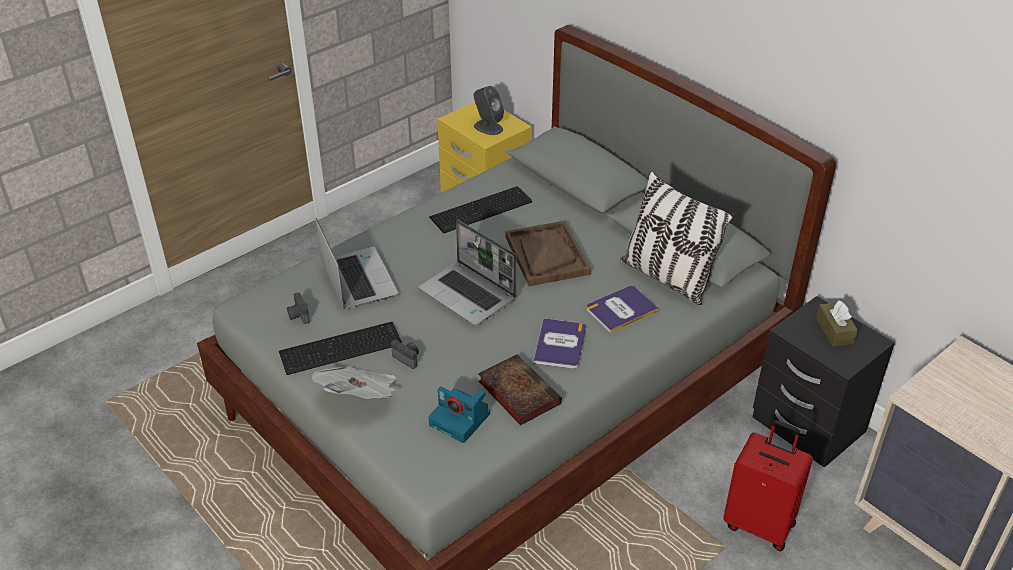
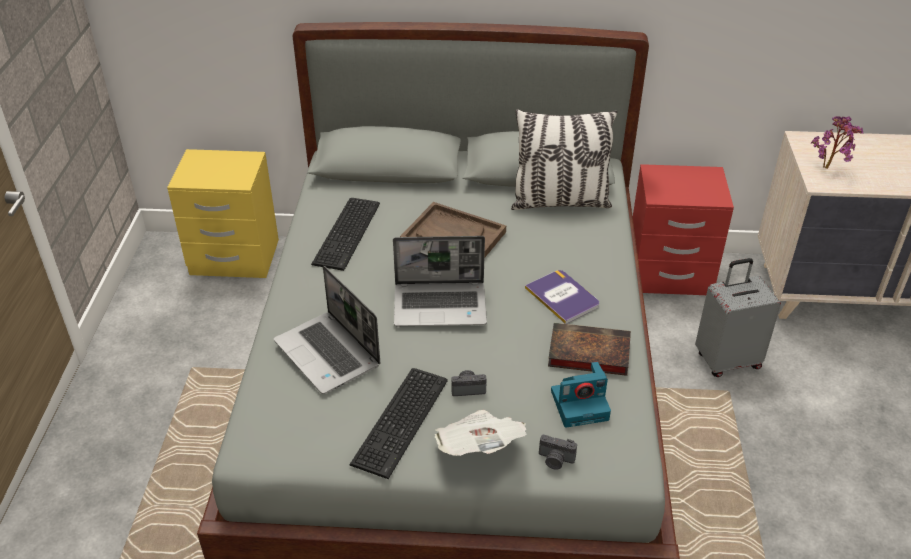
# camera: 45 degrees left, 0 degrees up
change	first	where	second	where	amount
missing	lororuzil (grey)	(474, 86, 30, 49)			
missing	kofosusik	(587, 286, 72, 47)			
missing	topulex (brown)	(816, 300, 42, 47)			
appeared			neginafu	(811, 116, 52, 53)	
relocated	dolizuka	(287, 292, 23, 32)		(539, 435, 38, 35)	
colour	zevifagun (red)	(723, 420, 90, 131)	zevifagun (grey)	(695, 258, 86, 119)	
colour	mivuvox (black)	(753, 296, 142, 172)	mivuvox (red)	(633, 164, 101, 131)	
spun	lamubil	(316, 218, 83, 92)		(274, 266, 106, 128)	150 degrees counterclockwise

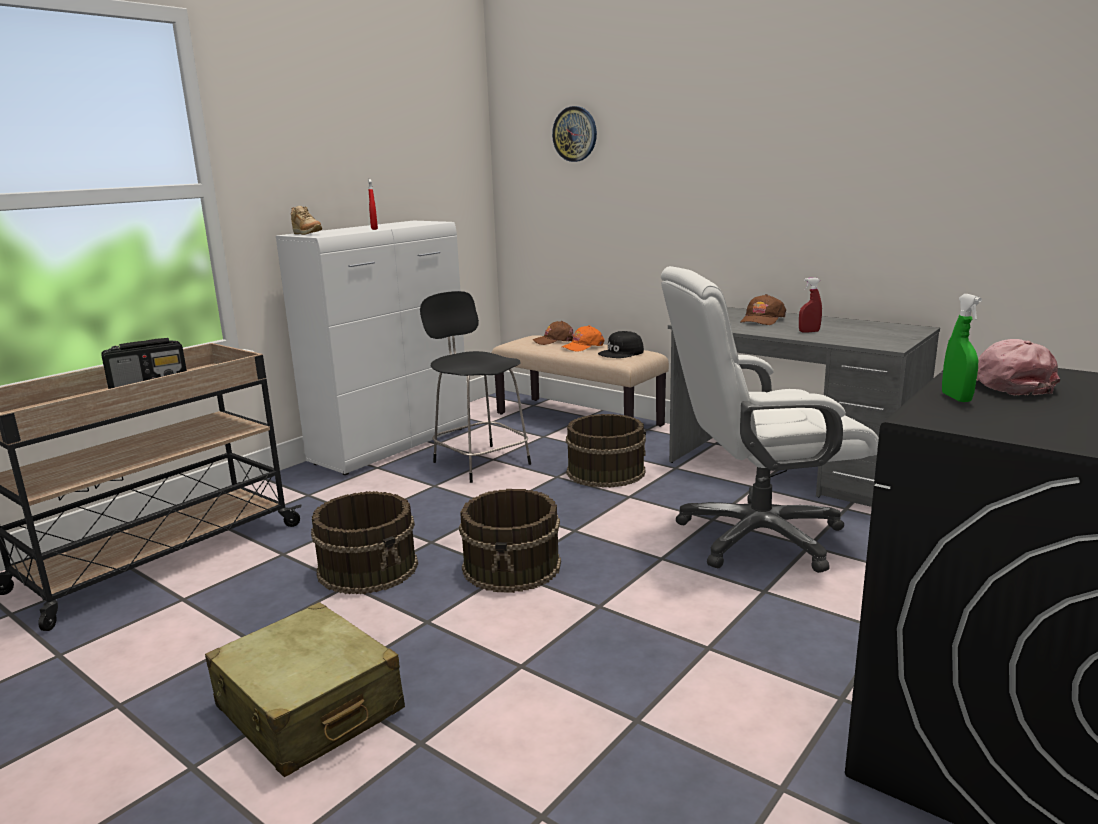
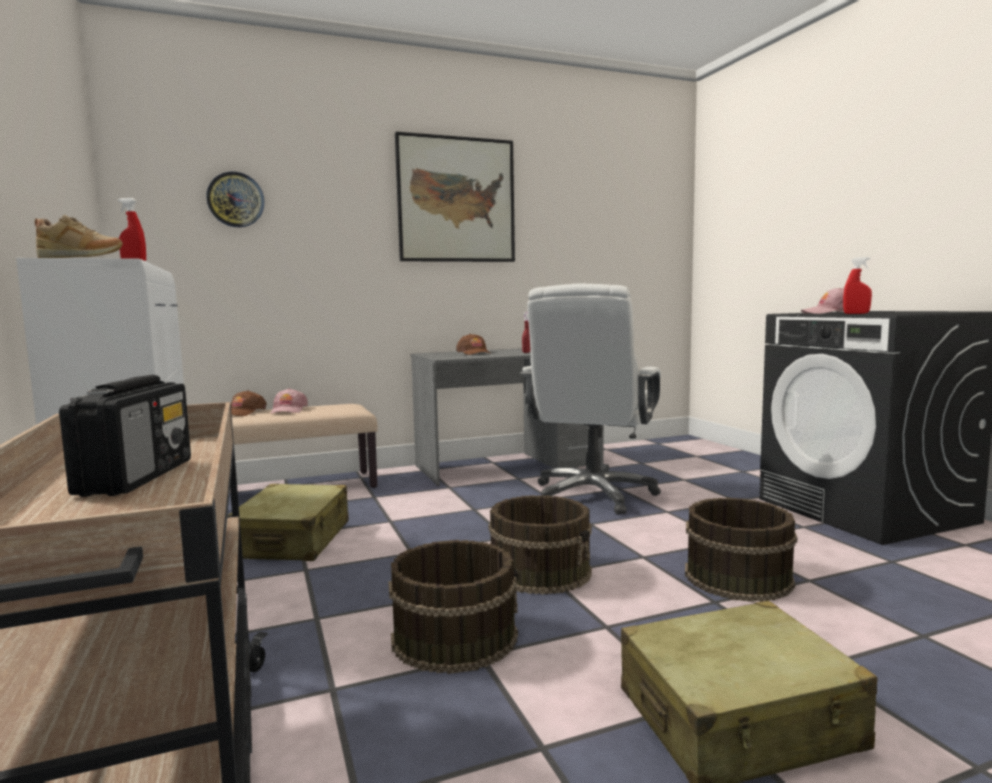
# camera: 60 degrees left, 10 degrees down
change	first	where	second	where	amount
missing	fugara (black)	(598, 331, 46, 27)			
appeared			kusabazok	(395, 132, 120, 130)	
relocated	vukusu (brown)	(566, 414, 80, 74)		(685, 498, 112, 104)	
exchanged	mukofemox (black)	(420, 291, 111, 192)	zevifagun (beige)	(227, 484, 122, 77)	
colour	fugara (orange)	(562, 325, 43, 27)	fugara (pink)	(271, 388, 37, 26)	
colour	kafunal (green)	(942, 294, 40, 108)	kafunal (red)	(843, 257, 29, 57)	

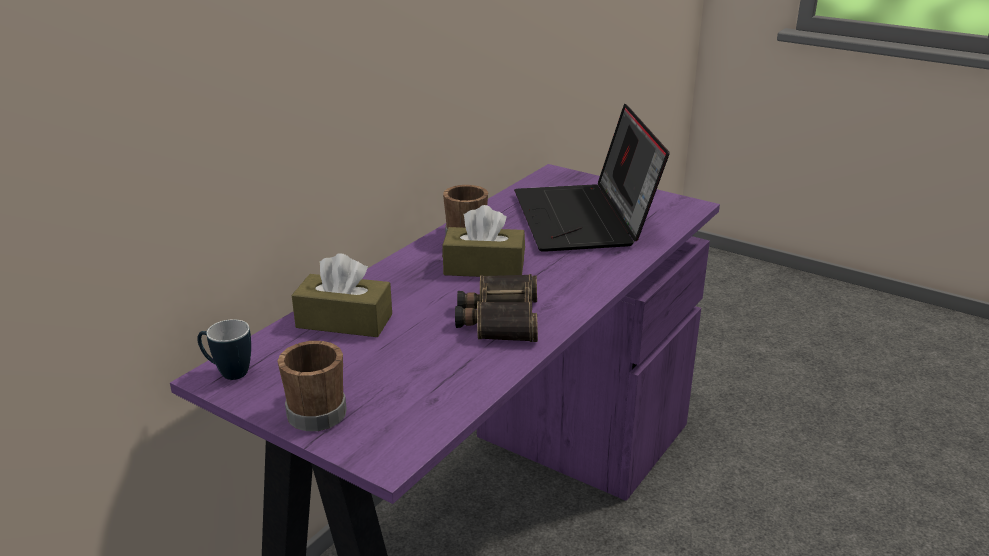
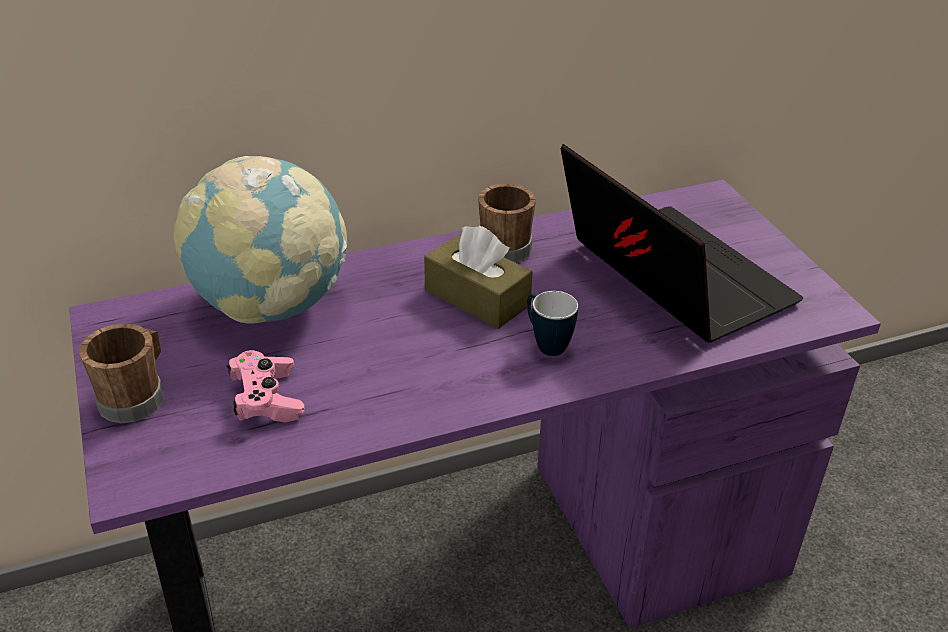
# camera: 35 degrees right, 10 degrees up
change	first	where	second	where	amount
missing	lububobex	(455, 274, 83, 68)			
appeared			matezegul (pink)	(226, 350, 79, 72)	
relocated	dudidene	(197, 319, 54, 61)		(527, 291, 51, 65)	
exchanged	topulex (brown)	(292, 253, 100, 84)	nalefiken	(173, 156, 174, 168)	
spun	lamubil	(514, 104, 156, 148)		(561, 144, 242, 199)	120 degrees clockwise

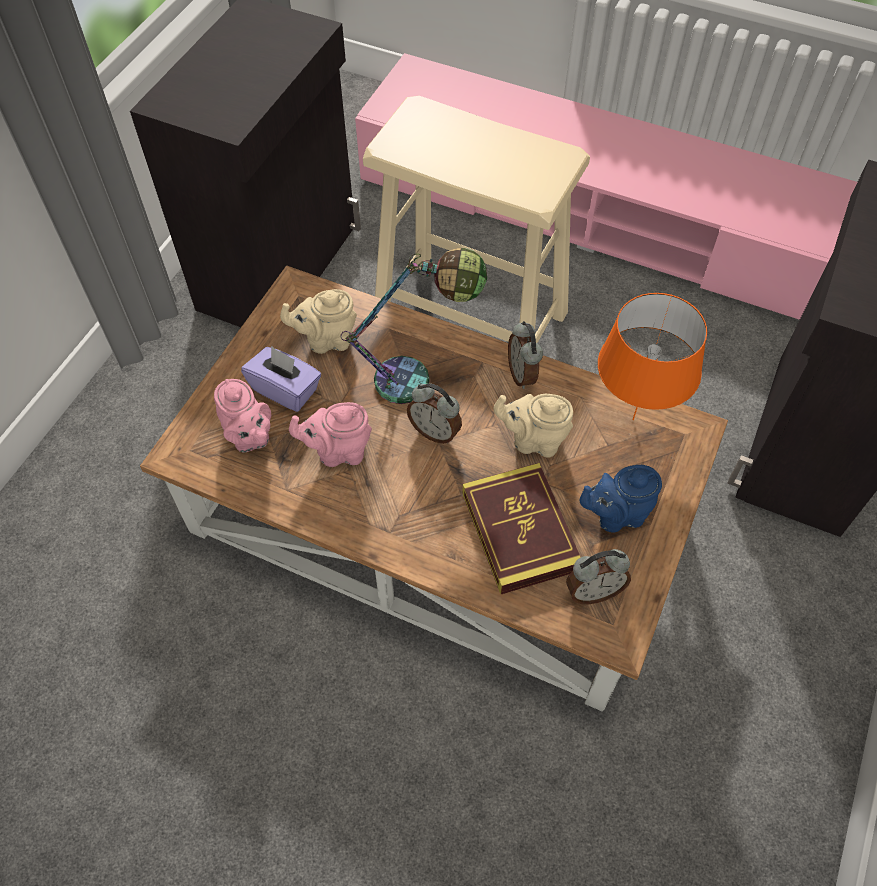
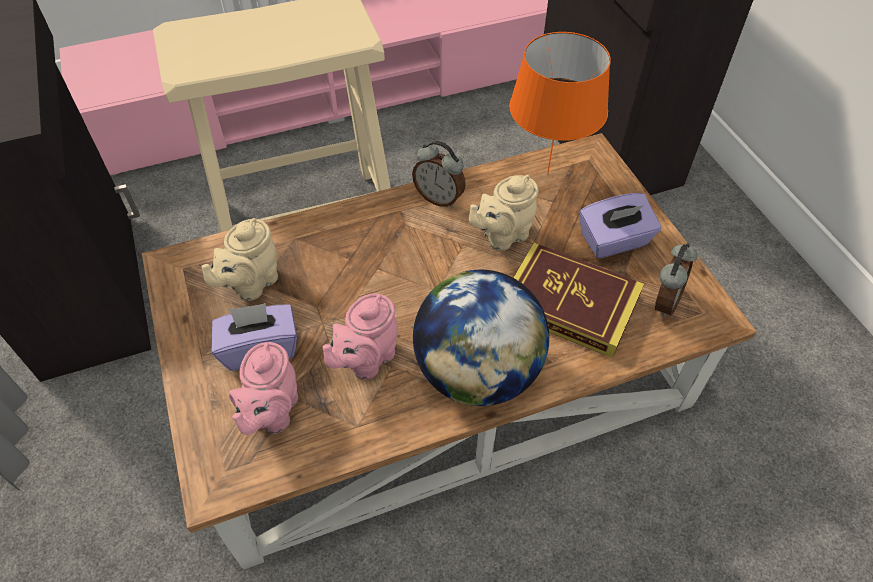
# camera: 45 degrees left, 5 degrees down
change	first	where	second	where	amount
missing	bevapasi	(341, 248, 146, 156)			
missing	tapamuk	(407, 383, 55, 61)			
appeared			nalefiken	(413, 270, 136, 136)	
exchanged	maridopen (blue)	(580, 465, 82, 68)	topulex (purple)	(579, 193, 82, 65)	
spun	maridopen (pink)	(214, 379, 57, 74)		(229, 342, 69, 93)	90 degrees clockwise

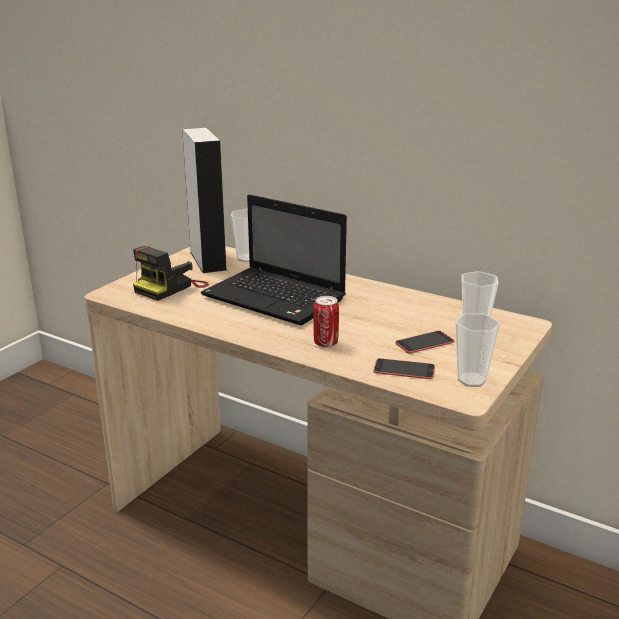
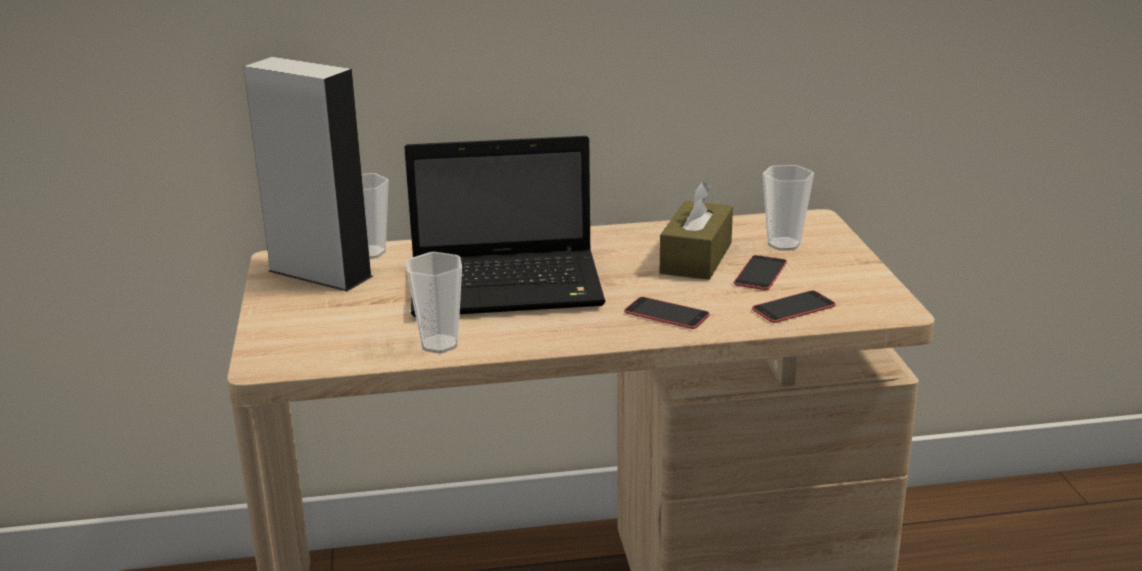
# camera: 40 degrees left, 0 degrees up
change	first	where	second	where	amount
missing	dolizuka	(133, 246, 76, 55)			
appeared			topulex (brown)	(660, 181, 73, 99)	
relocated	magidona	(455, 313, 45, 74)		(406, 252, 56, 101)	
exchanged	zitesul	(313, 296, 26, 52)	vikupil	(624, 297, 86, 32)	

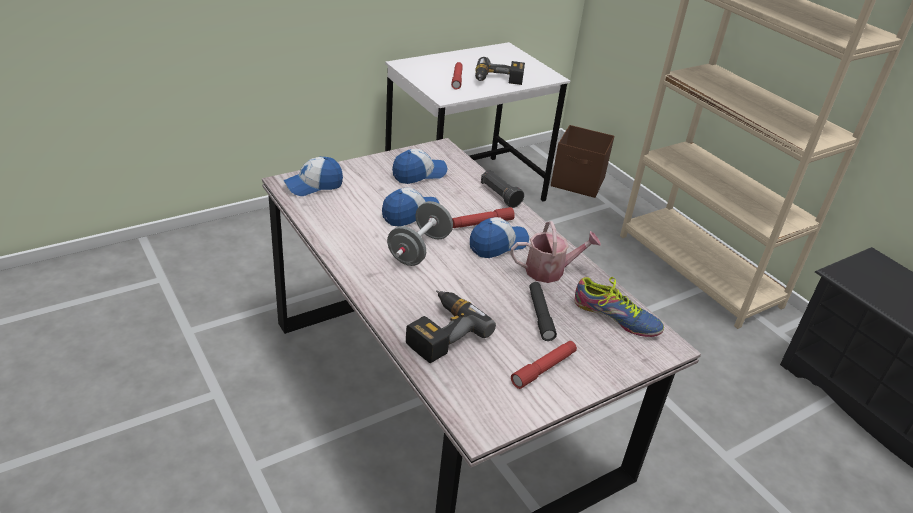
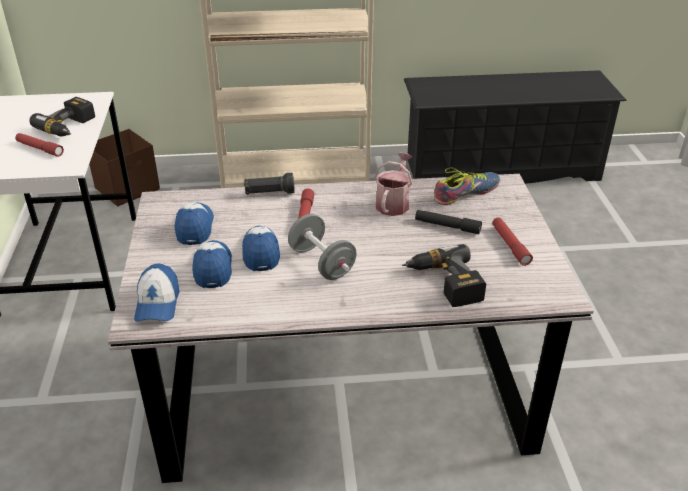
# camera: 60 degrees left, 0 degrees up
change	first	where	second	where	amount
relocated	fugara	(470, 217, 59, 41)		(192, 240, 40, 48)	

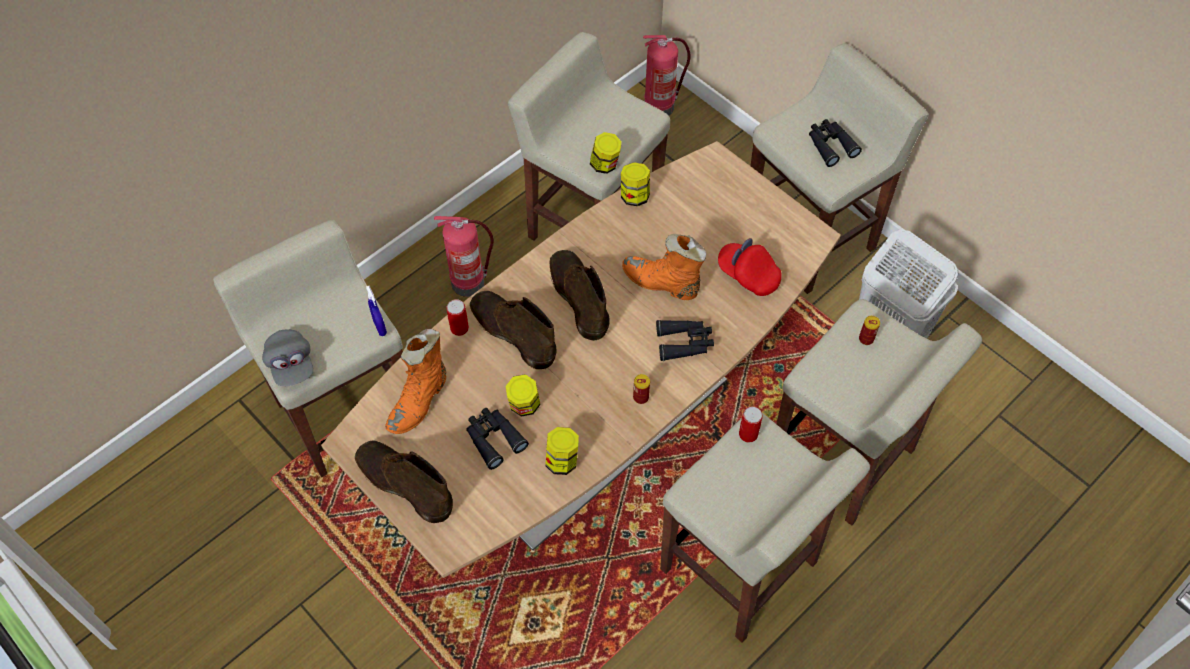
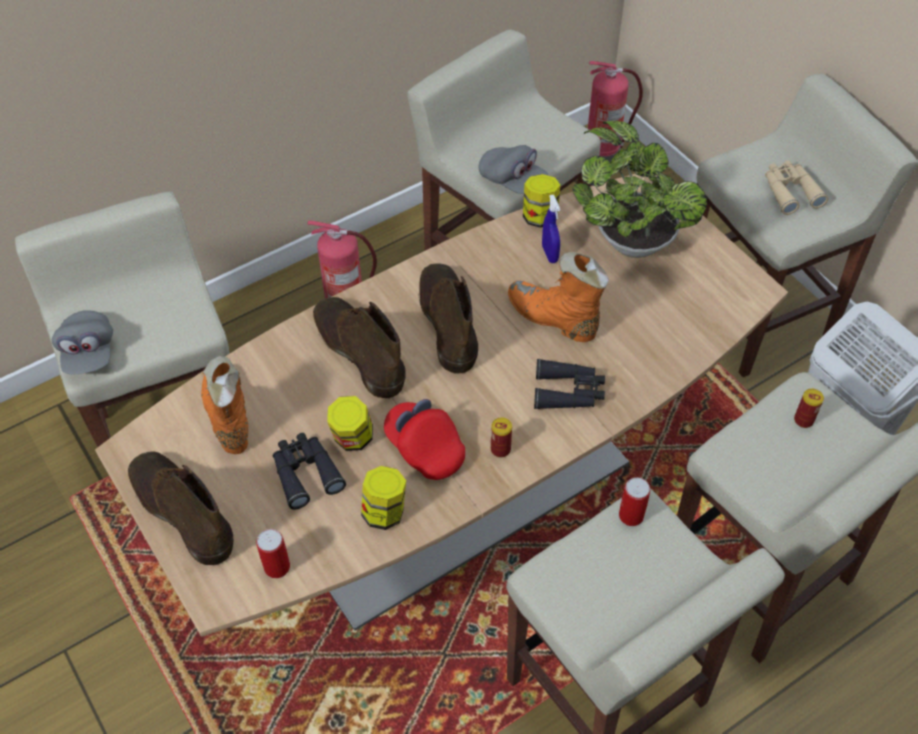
# camera: 10 degrees right, 5 degrees down
change	first	where	second	where	amount
appeared			neginafu	(572, 121, 135, 137)	
relocated	kafunal (blue)	(366, 286, 21, 50)		(542, 195, 18, 68)	
relocated	zitesul	(447, 299, 22, 37)		(256, 529, 34, 49)	
relocated	fugara (red)	(718, 238, 64, 58)		(384, 399, 81, 81)	
exchanged	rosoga	(590, 132, 32, 42)	fugara (grey)	(479, 145, 70, 49)	
colour	lububobex (black)	(809, 119, 53, 48)	lububobex (beige)	(765, 160, 63, 55)	
spun	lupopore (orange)	(385, 329, 61, 105)		(201, 356, 47, 98)	120 degrees clockwise

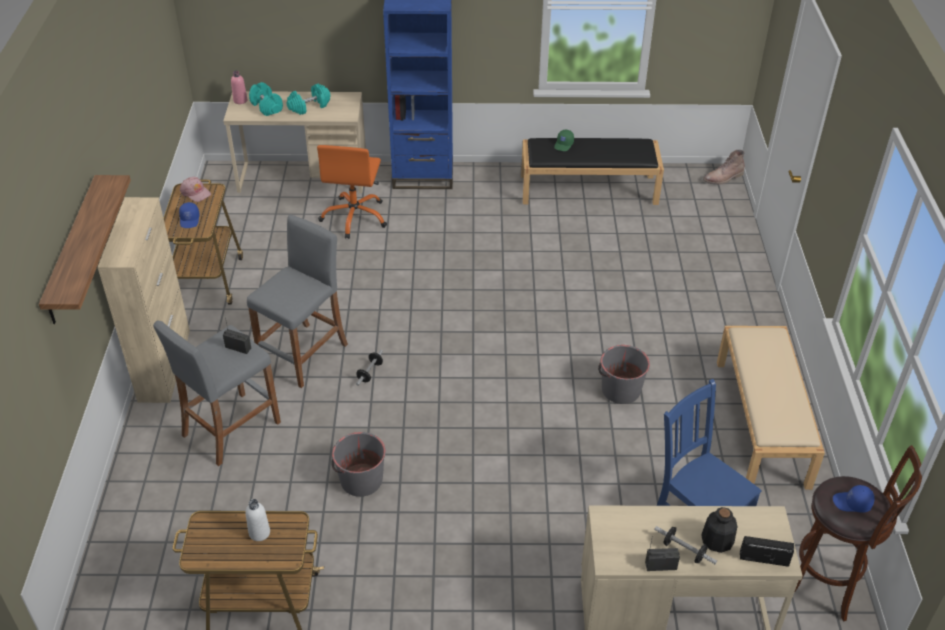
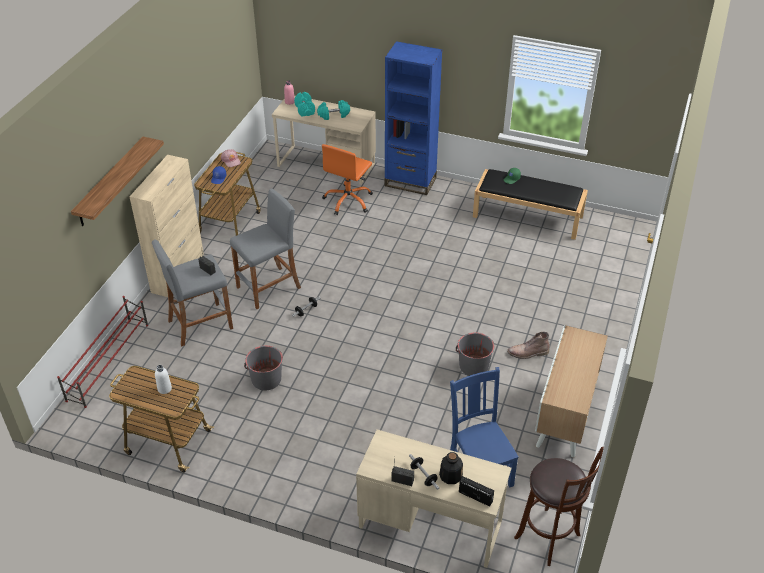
# camera: 20 degrees right, 0 degrees up
change	first	where	second	where	amount
missing	fugara (blue)	(833, 485, 42, 28)			
appeared			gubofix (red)	(57, 296, 91, 112)	
relocated	lupopore (brown)	(703, 150, 42, 35)		(507, 332, 43, 27)	
exchanged	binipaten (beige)	(717, 326, 108, 164)	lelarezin	(535, 325, 73, 133)	

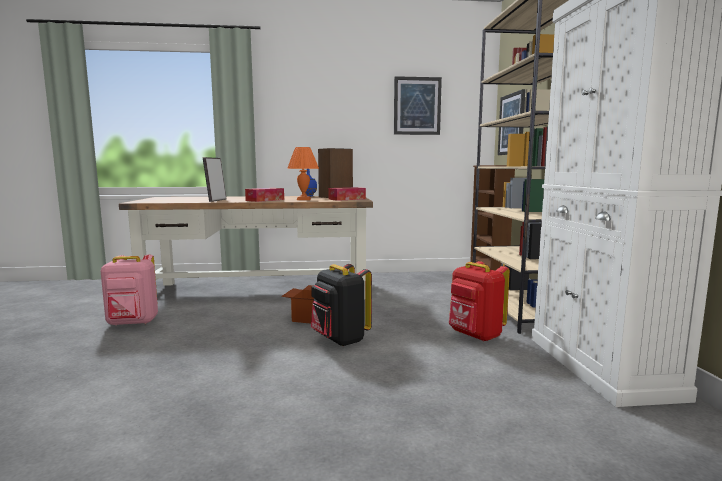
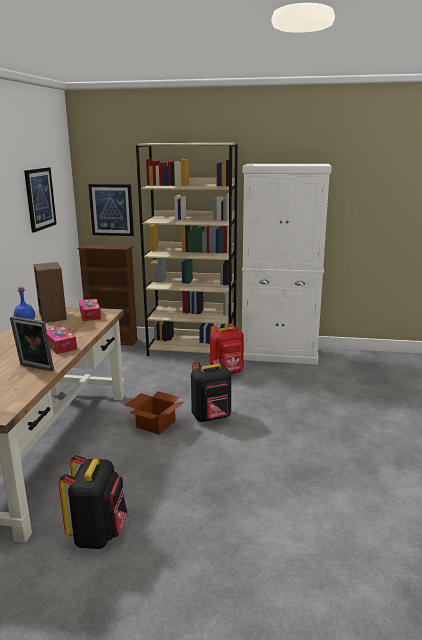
# camera: 75 degrees left, 10 degrees up
change	first	where	second	where	amount
missing	bevapasi (orange)	(287, 147, 32, 53)			
colour	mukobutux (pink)	(100, 255, 58, 71)	mukobutux (black)	(59, 455, 69, 94)	

